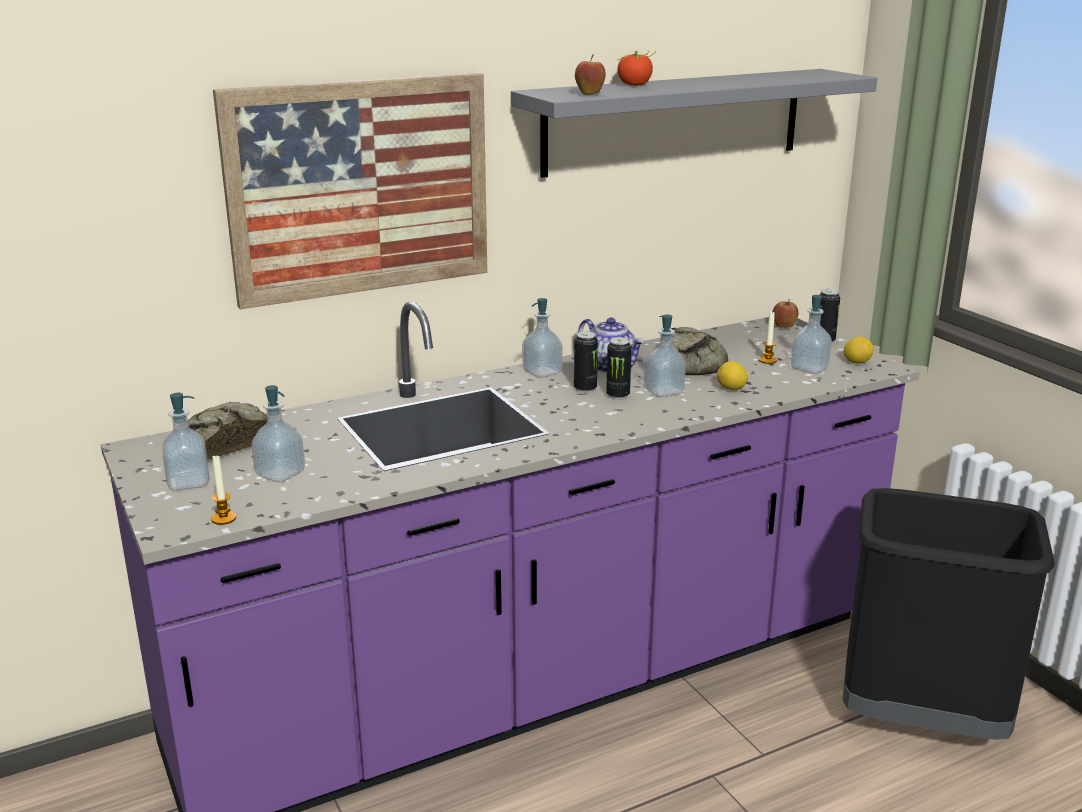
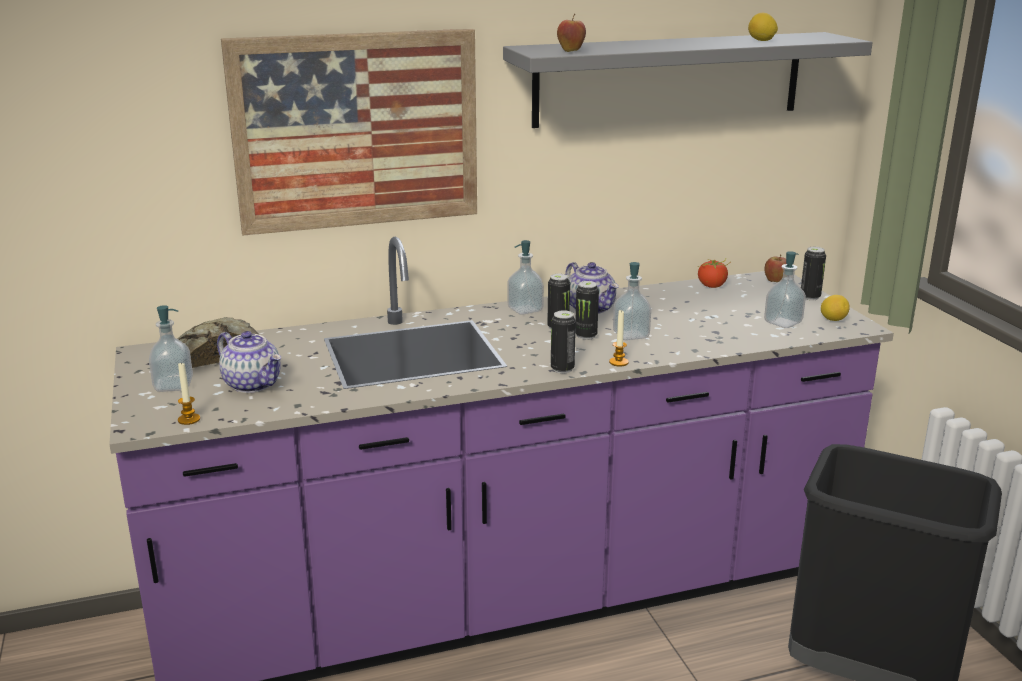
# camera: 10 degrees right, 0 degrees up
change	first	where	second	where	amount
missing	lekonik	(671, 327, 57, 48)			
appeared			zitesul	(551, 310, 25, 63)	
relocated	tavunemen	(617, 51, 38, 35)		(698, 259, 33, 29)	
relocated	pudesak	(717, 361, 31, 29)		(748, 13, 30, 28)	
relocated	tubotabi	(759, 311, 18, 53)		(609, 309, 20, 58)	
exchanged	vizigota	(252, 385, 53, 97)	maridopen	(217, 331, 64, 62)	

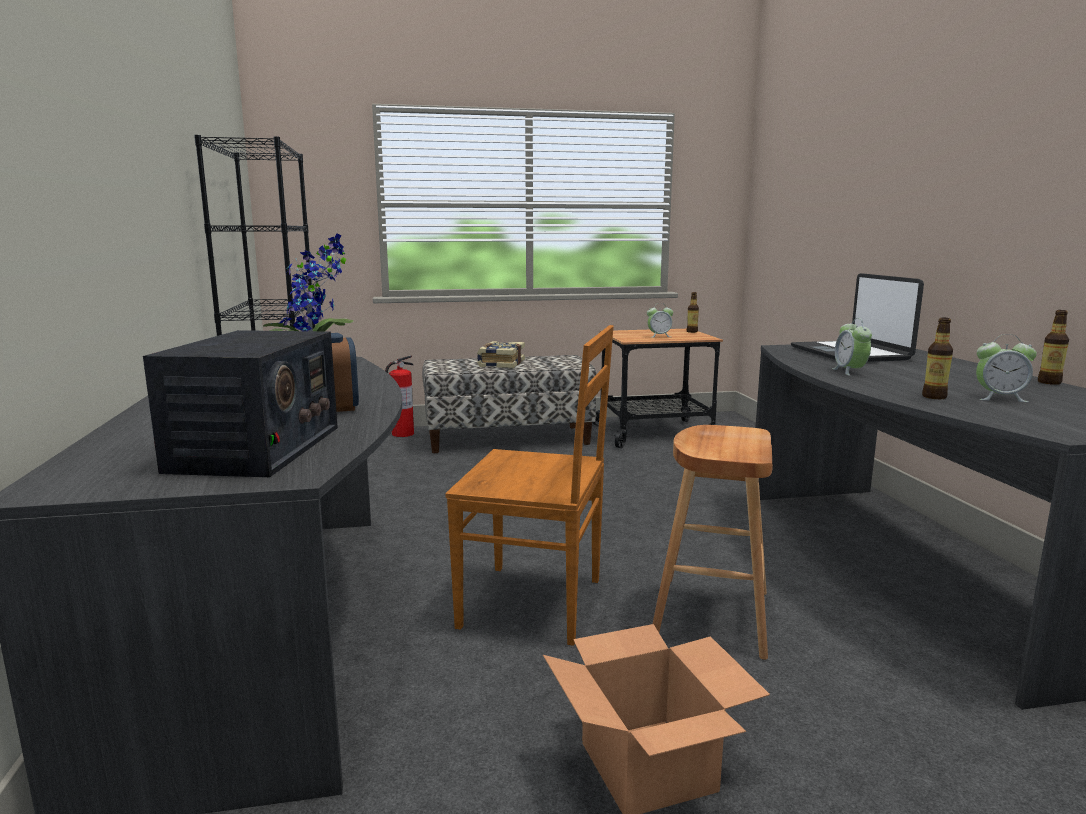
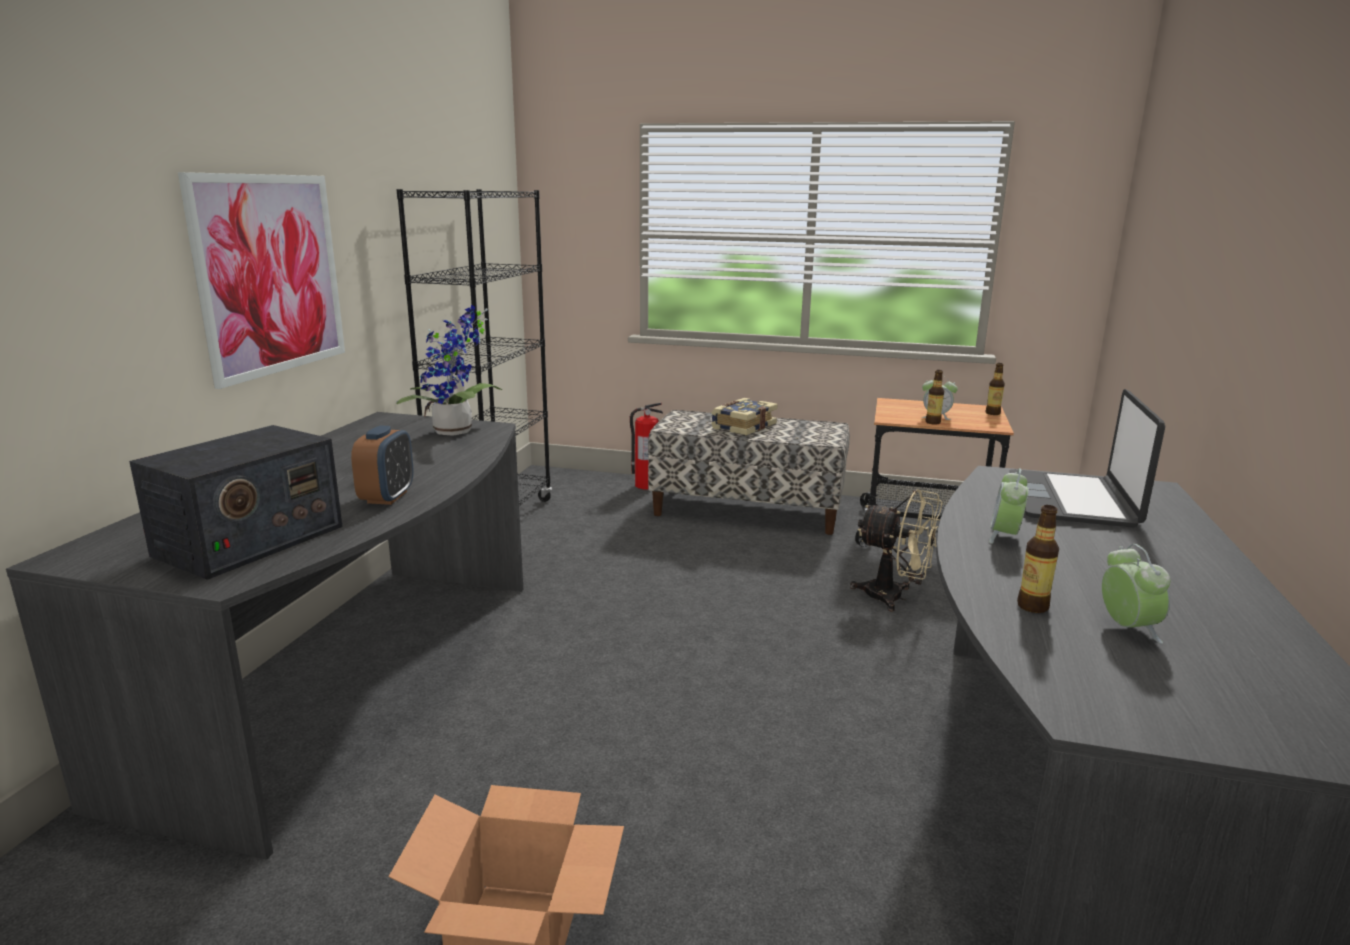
# camera: 25 degrees right, 5 degrees up
change	first	where	second	where	amount
missing	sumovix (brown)	(445, 325, 169, 321)			
missing	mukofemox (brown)	(653, 425, 120, 235)			
appeared			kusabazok	(178, 172, 167, 217)	
appeared			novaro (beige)	(850, 489, 92, 123)	
relocated	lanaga	(1038, 310, 31, 75)		(925, 370, 19, 55)	
spun	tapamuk	(976, 334, 61, 68)		(1102, 544, 68, 100)	135 degrees counterclockwise

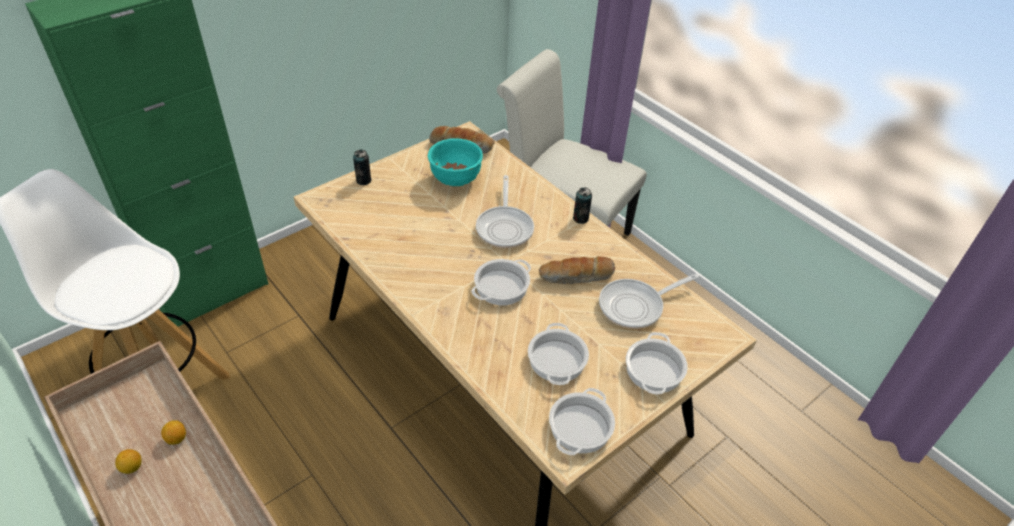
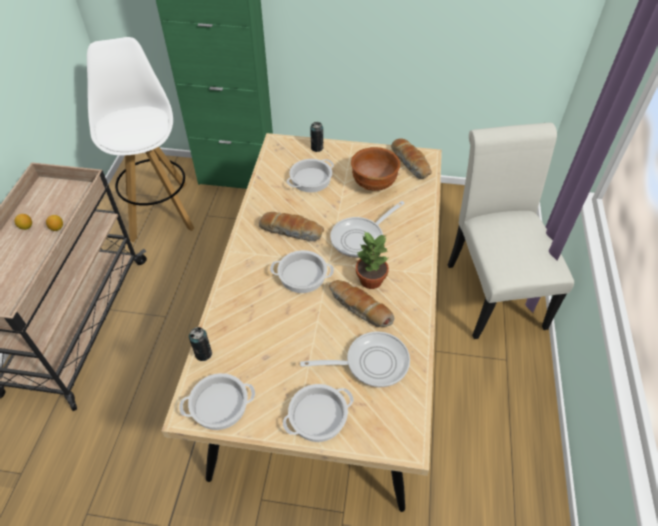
# camera: 50 degrees right, 5 degrees up
change	first	where	second	where	amount
appeared			lekonik	(259, 212, 65, 29)	
appeared			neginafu	(356, 231, 33, 58)	
relocated	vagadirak	(528, 323, 61, 62)		(287, 159, 47, 34)	
relocated	zitesul	(573, 187, 19, 37)		(189, 327, 23, 34)	
colour	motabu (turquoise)	(428, 139, 55, 47)	motabu (brown)	(351, 147, 49, 44)	
spun	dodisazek	(599, 273, 100, 56)		(300, 332, 110, 55)	150 degrees clockwise

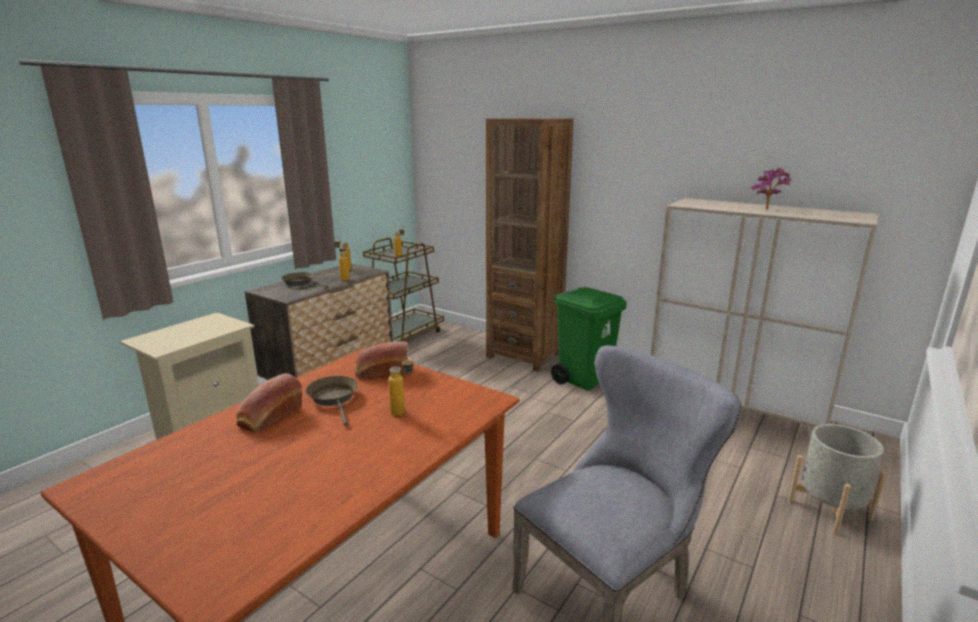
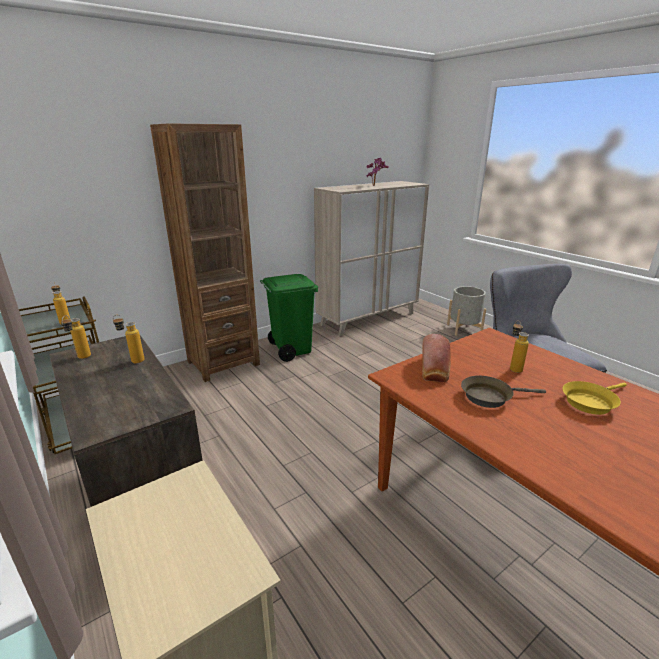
# camera: 70 degrees left, 5 degrees up
change	first	where	second	where	amount
missing	lekonik	(236, 373, 66, 60)			
missing	dodisazek (brown)	(281, 272, 48, 16)			
appeared			dodisazek (yellow)	(562, 381, 65, 34)	

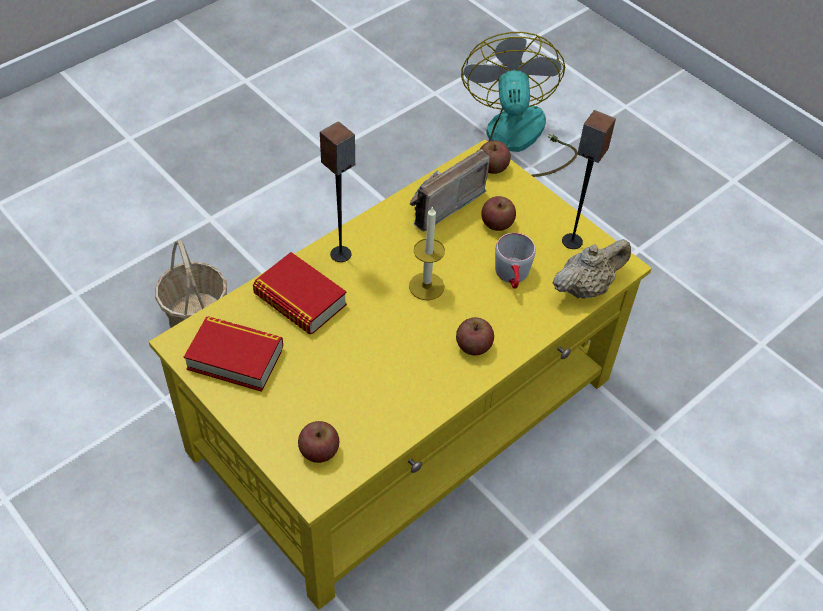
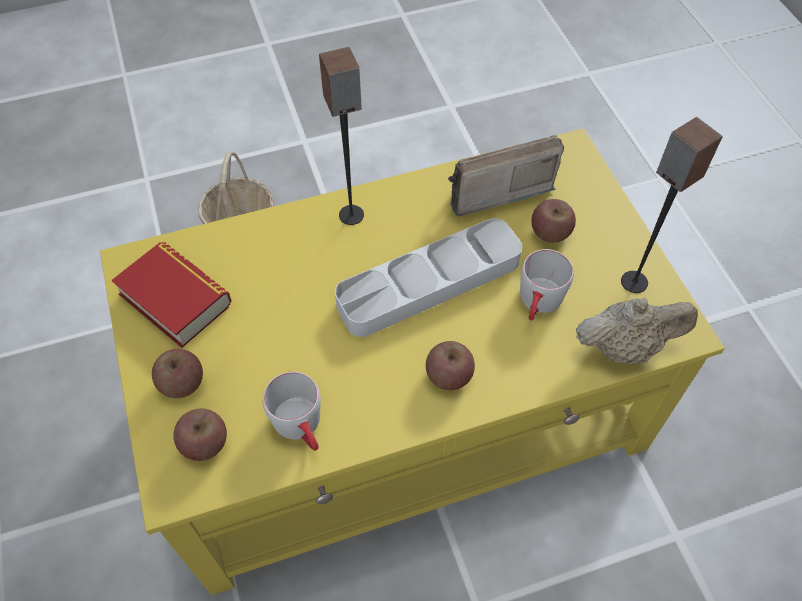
# camera: 25 degrees right, 5 degrees up
change	first	where	second	where	amount
missing	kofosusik	(253, 252, 94, 82)			
missing	novaro	(461, 32, 117, 145)			
appeared			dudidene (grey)	(263, 371, 58, 80)	
relocated	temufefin	(480, 141, 31, 33)		(152, 349, 51, 49)	
exchanged	tubotabi	(409, 206, 36, 94)	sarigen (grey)	(335, 218, 187, 119)	

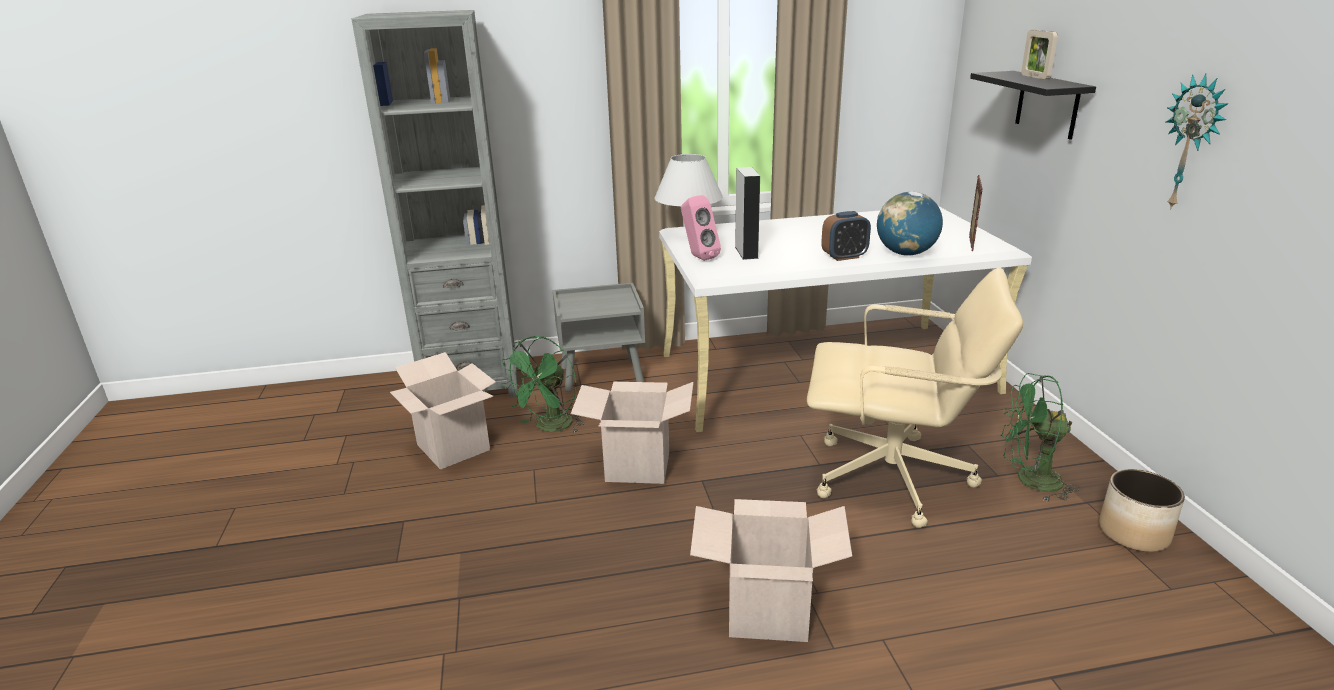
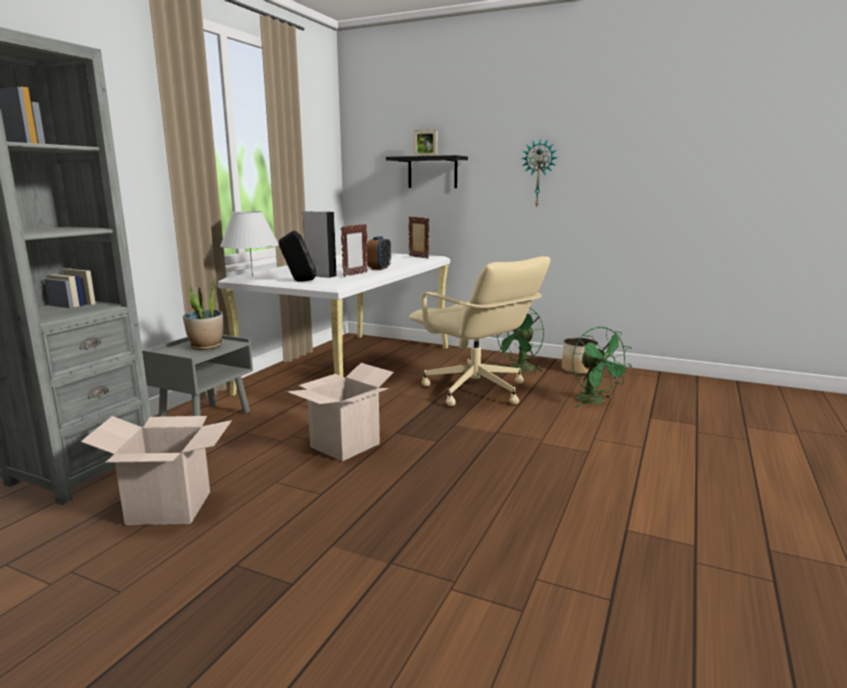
# camera: 55 degrees left, 10 degrees down
change	first	where	second	where	amount
missing	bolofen	(690, 499, 163, 143)			
missing	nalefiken	(877, 191, 66, 65)			
appeared			neginafu	(183, 278, 40, 72)	
appeared			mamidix	(341, 224, 27, 53)	
relocated	novaro (green)	(501, 336, 84, 97)		(572, 327, 60, 79)	
colour	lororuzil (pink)	(681, 195, 40, 66)	lororuzil (black)	(279, 231, 38, 51)	
spun	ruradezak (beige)	(807, 268, 216, 260)		(409, 256, 141, 150)	90 degrees clockwise

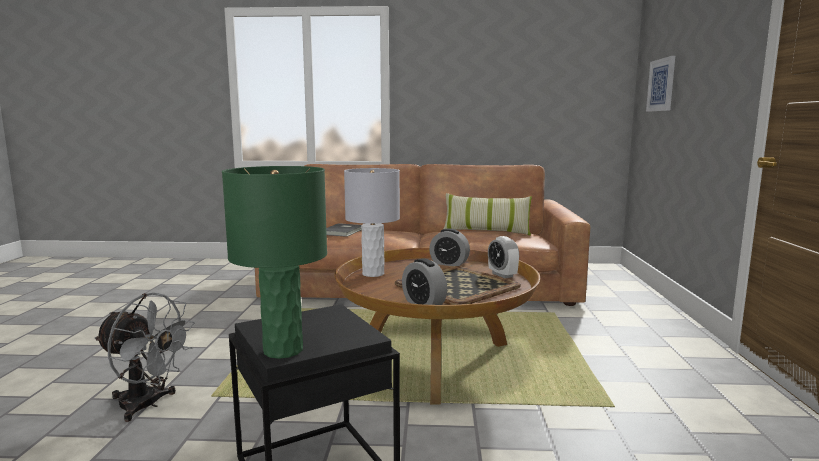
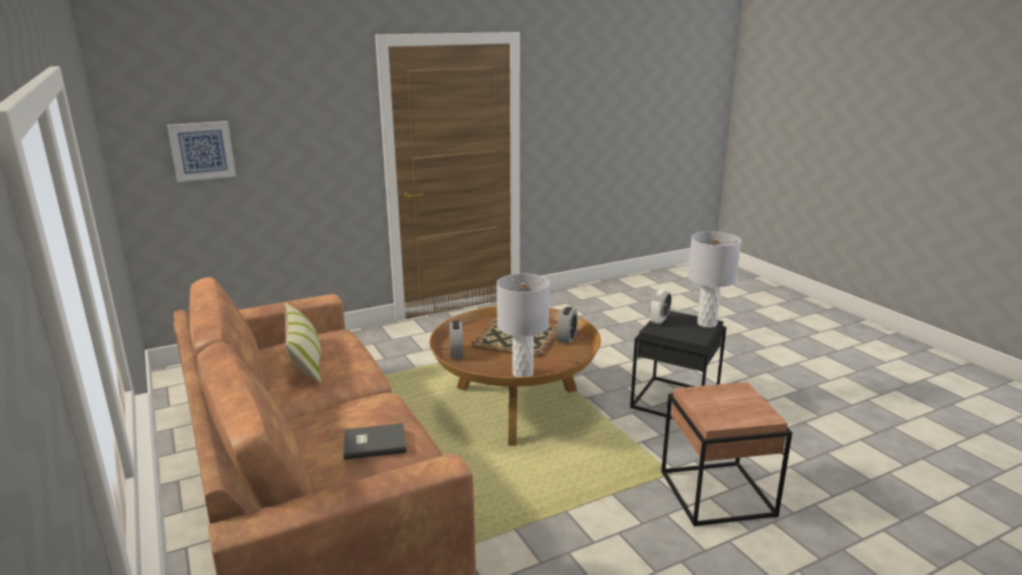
# camera: 120 degrees left, 10 degrees up
change	first	where	second	where	amount
relocated	tapamuk	(488, 236, 31, 42)		(649, 289, 23, 36)	
exchanged	novaro (grey)	(95, 293, 100, 129)	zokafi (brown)	(661, 382, 131, 145)	
colour	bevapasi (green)	(222, 166, 105, 193)	bevapasi (grey)	(688, 232, 53, 96)	

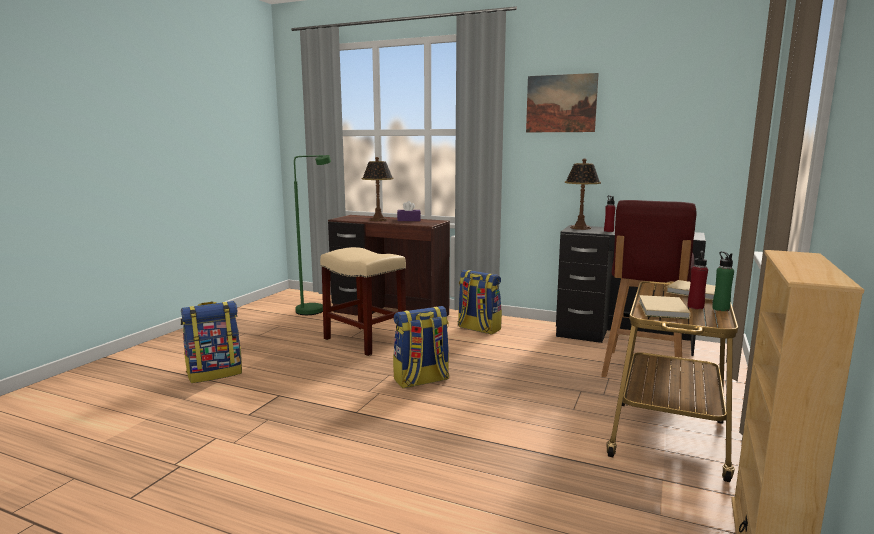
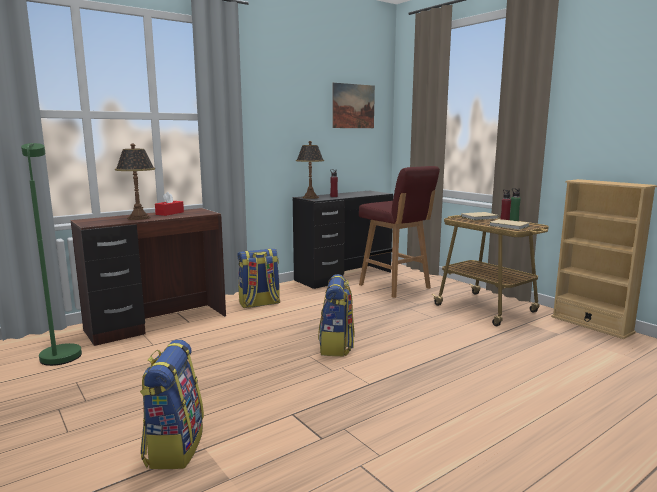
# camera: 60 degrees left, 0 degrees up
change	first	where	second	where	amount
missing	mukofemox (beige)	(320, 247, 86, 110)			
relocated	kusabazok	(526, 73, 73, 59)		(332, 83, 43, 45)	
colour	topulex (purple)	(397, 201, 24, 20)	topulex (red)	(155, 192, 29, 24)	

